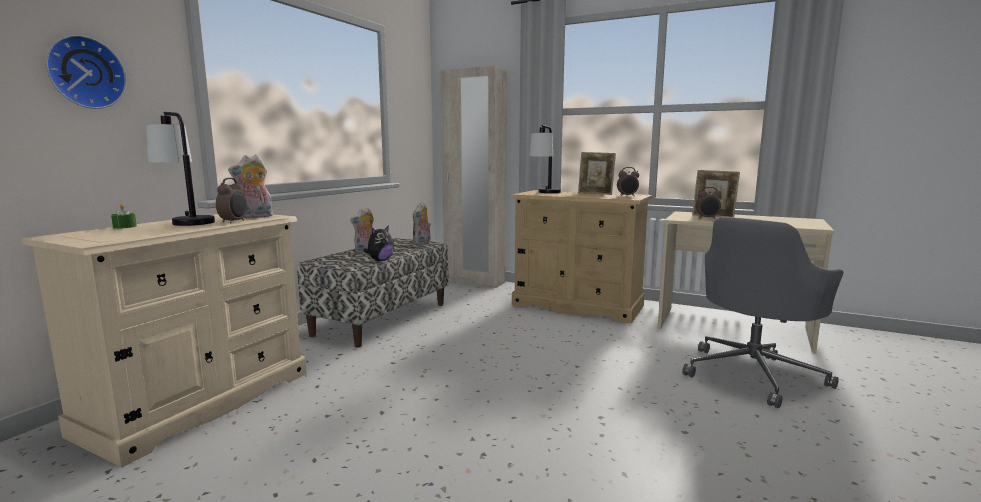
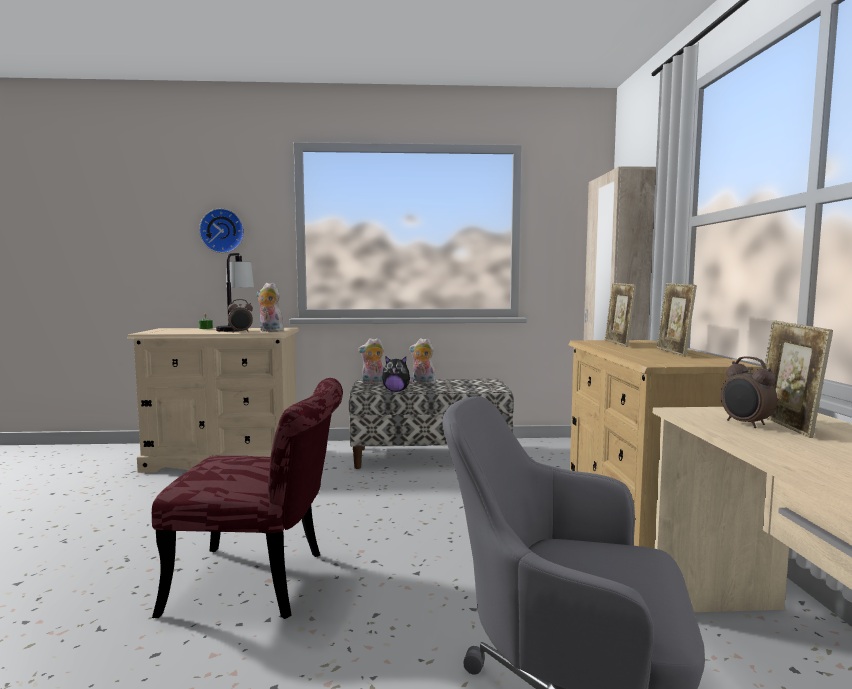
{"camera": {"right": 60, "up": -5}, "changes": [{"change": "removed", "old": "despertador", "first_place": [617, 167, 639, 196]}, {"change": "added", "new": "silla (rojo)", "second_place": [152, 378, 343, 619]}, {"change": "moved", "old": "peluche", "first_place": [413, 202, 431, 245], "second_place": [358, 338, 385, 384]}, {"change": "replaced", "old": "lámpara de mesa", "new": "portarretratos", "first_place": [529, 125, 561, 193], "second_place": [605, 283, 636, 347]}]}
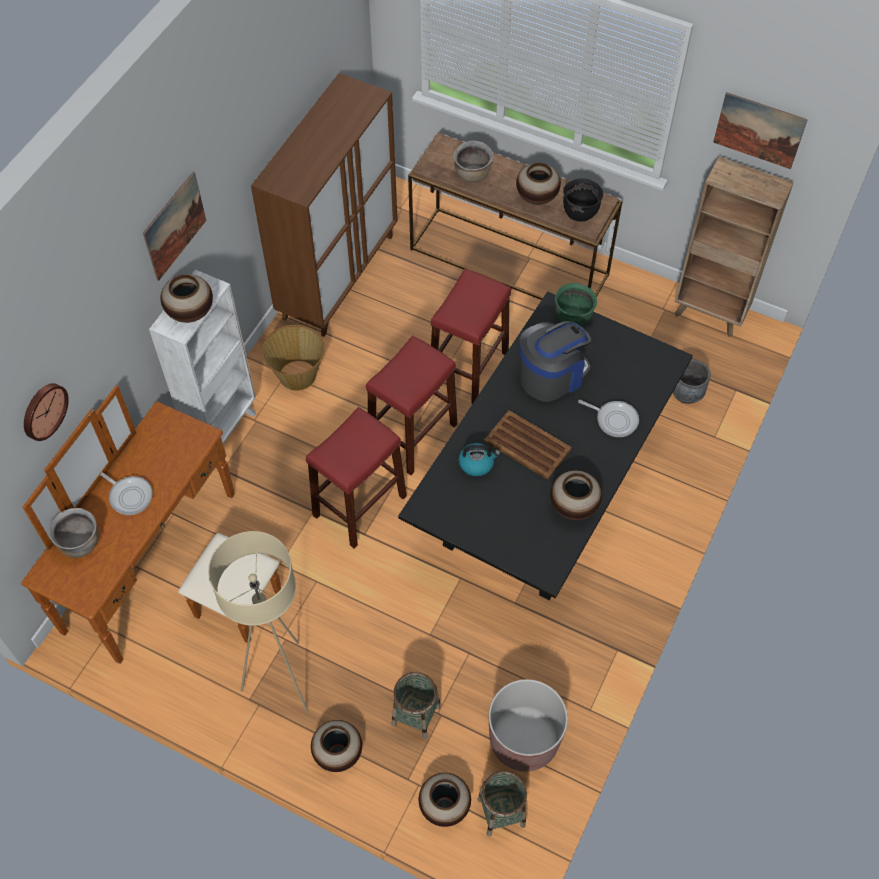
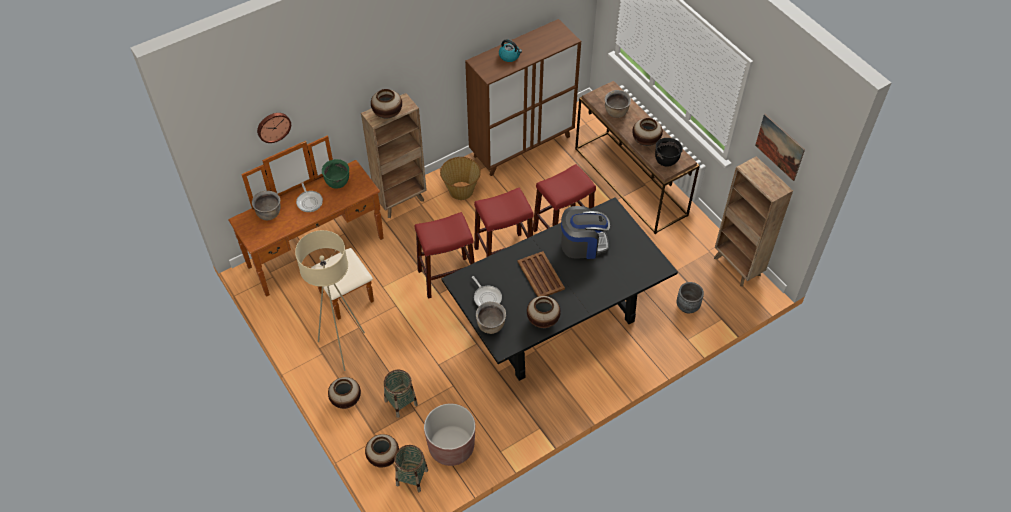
{"camera": {"right": 30, "up": -5}, "changes": [{"change": "removed", "old": "cuadro", "first_place": [143, 172, 206, 281]}, {"change": "added", "new": "olla (marrón)", "second_place": [476, 302, 506, 334]}, {"change": "moved", "old": "hervidor", "first_place": [459, 443, 500, 476], "second_place": [499, 39, 522, 62]}, {"change": "moved", "old": "olla (verde)", "first_place": [555, 283, 597, 326], "second_place": [322, 159, 349, 189]}, {"change": "moved", "old": "sartén", "first_place": [578, 400, 639, 437], "second_place": [472, 276, 502, 307]}, {"change": "recoloured", "old": "estantería (blanco)", "new": "estantería (marrón)", "first_place": [149, 270, 256, 444], "second_place": [361, 93, 427, 218]}]}
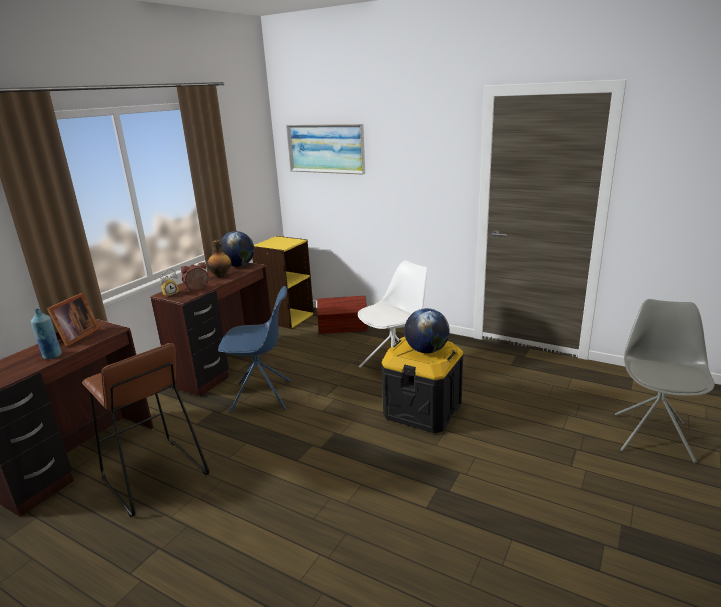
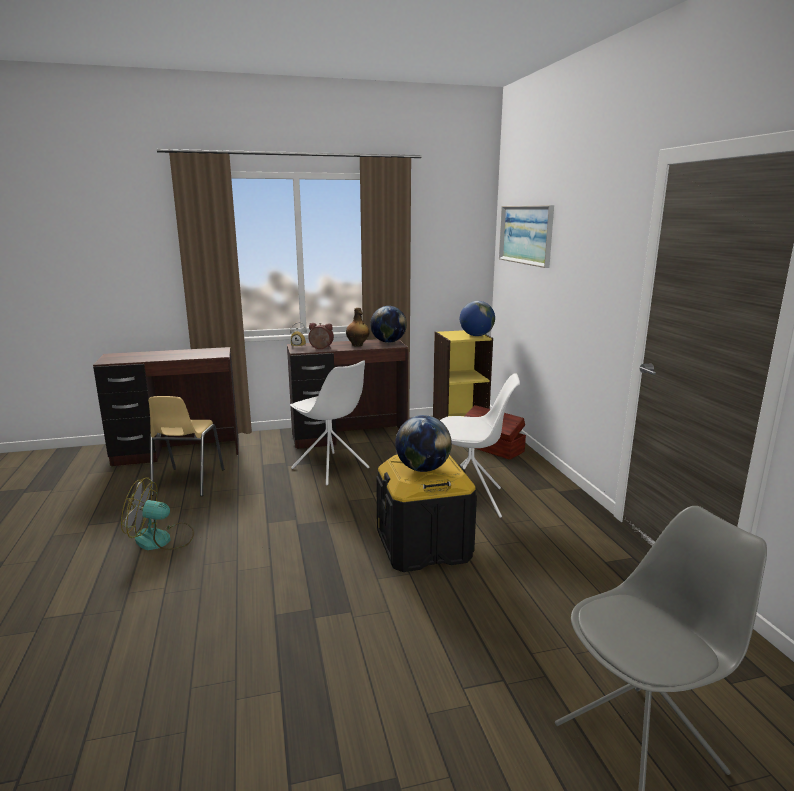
{"camera": {"right": 45, "up": -5}, "changes": [{"change": "removed", "old": "botella (azul)", "first_place": [31, 308, 62, 360]}, {"change": "removed", "old": "portarretratos", "first_place": [47, 293, 100, 346]}, {"change": "added", "new": "ventilador", "second_place": [121, 477, 194, 550]}, {"change": "added", "new": "globo terráqueo", "second_place": [460, 301, 495, 336]}, {"change": "replaced", "old": "taburete (marrón)", "new": "silla (amarillo)", "first_place": [82, 343, 210, 517], "second_place": [148, 396, 224, 496]}, {"change": "recoloured", "old": "silla (azul)", "new": "silla (blanco)", "first_place": [218, 286, 291, 413], "second_place": [290, 360, 369, 485]}]}
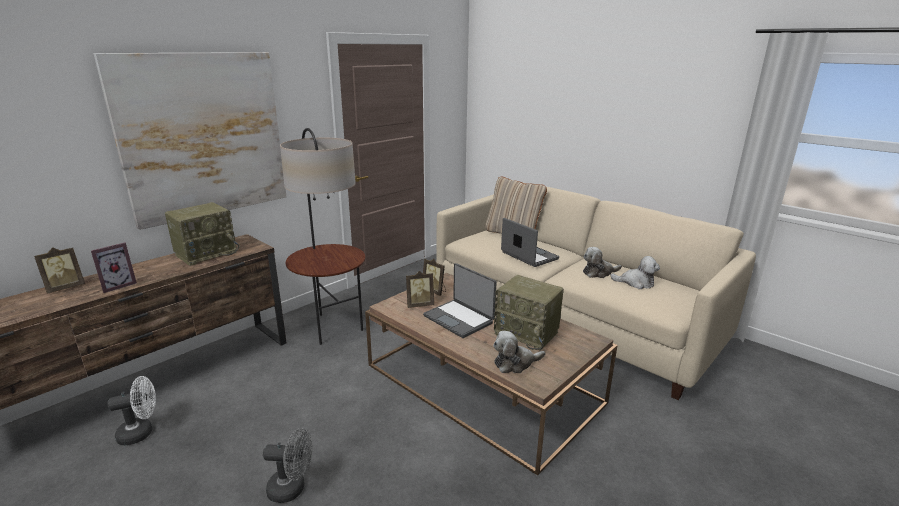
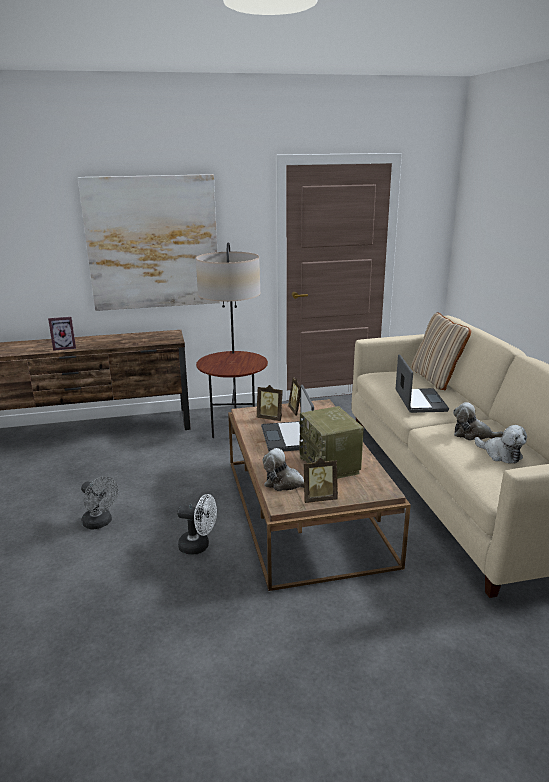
{"camera": {"right": 35, "up": 0}, "changes": [{"change": "removed", "old": "radio", "first_place": [165, 202, 239, 266]}, {"change": "moved", "old": "portarretratos", "first_place": [34, 247, 85, 294], "second_place": [304, 458, 338, 503]}, {"change": "moved", "old": "ventilador (blanco)", "first_place": [107, 376, 156, 445], "second_place": [177, 494, 217, 555]}]}
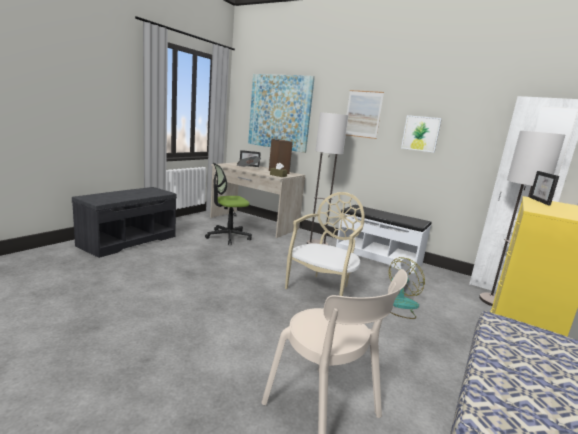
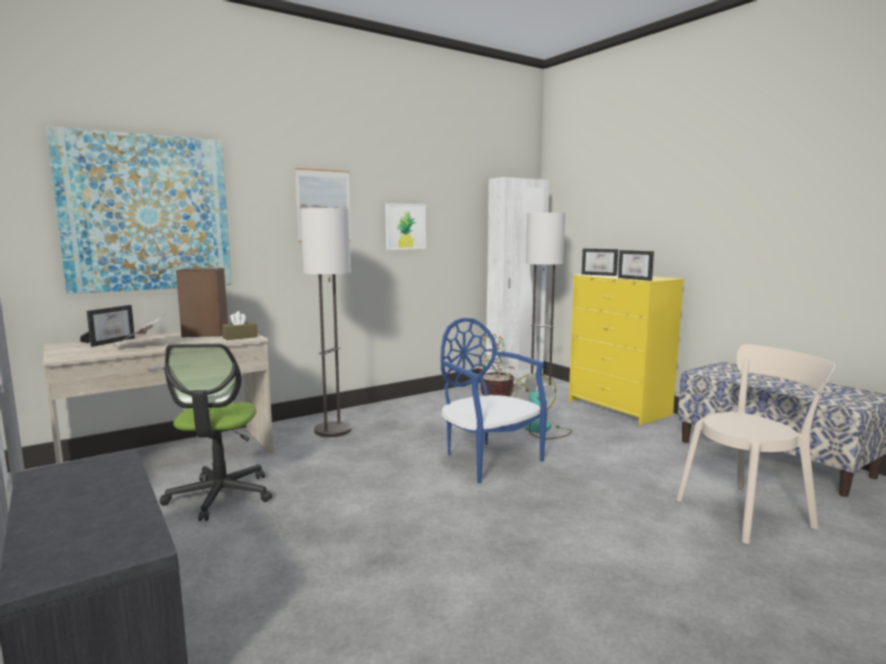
{"camera": {"right": -65, "up": -5}, "changes": [{"change": "removed", "old": "banco (blanco)", "first_place": [336, 205, 432, 274]}, {"change": "added", "new": "planta en maceta", "second_place": [479, 334, 514, 397]}, {"change": "added", "new": "portarretratos", "second_place": [618, 250, 654, 281]}, {"change": "recoloured", "old": "silla (beis)", "new": "silla (azul)", "first_place": [285, 192, 365, 296], "second_place": [441, 318, 547, 483]}]}
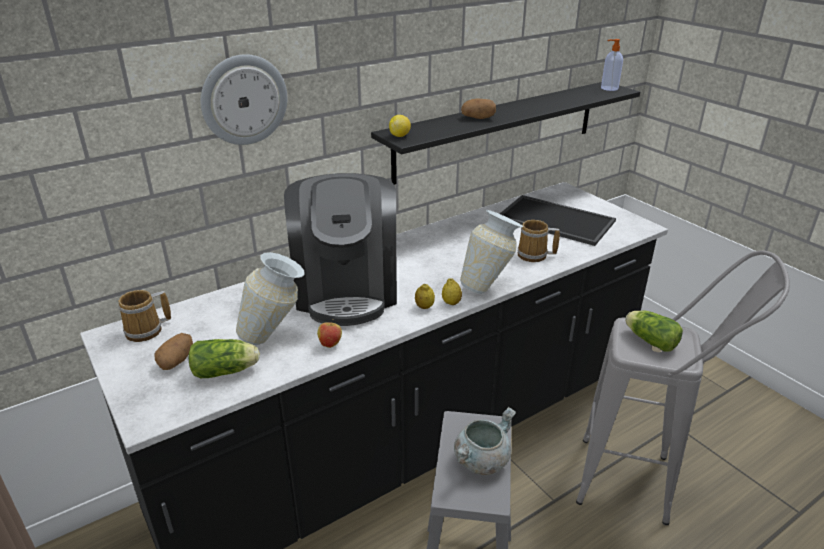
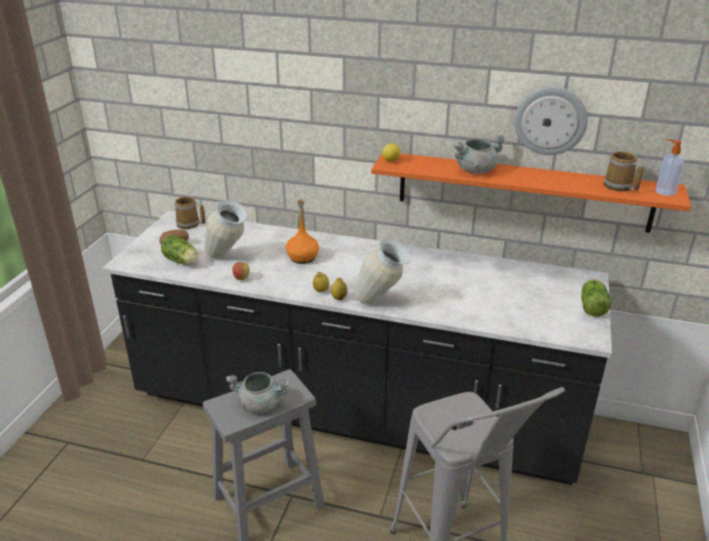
{"camera": {"right": 50, "up": 0}, "changes": [{"change": "removed", "old": "bandeja", "first_place": [500, 195, 616, 246]}, {"change": "moved", "old": "reloj de pared", "first_place": [201, 54, 287, 145], "second_place": [514, 87, 588, 155]}, {"change": "moved", "old": "taza grande", "first_place": [518, 220, 560, 262], "second_place": [604, 151, 643, 191]}, {"change": "moved", "old": "lechuga", "first_place": [625, 310, 683, 351], "second_place": [581, 279, 612, 317]}, {"change": "replaced", "old": "cafetera", "new": "botella (naranja)", "first_place": [284, 173, 397, 326], "second_place": [286, 199, 319, 264]}, {"change": "replaced", "old": "patata", "new": "olla (gris)", "first_place": [461, 98, 496, 119], "second_place": [453, 135, 506, 174]}, {"change": "recoloured", "old": "estante (negro)", "new": "estante (naranja)", "first_place": [371, 82, 640, 185], "second_place": [371, 153, 691, 233]}]}
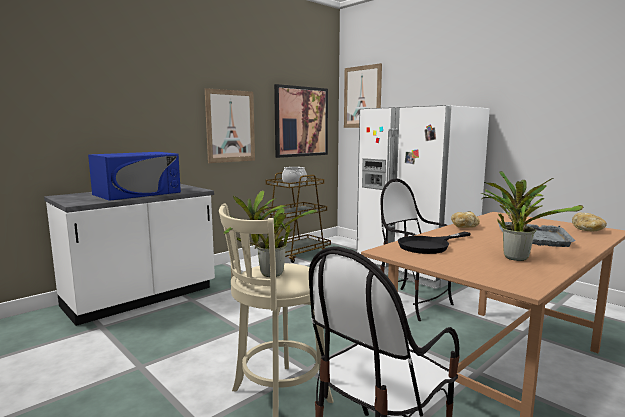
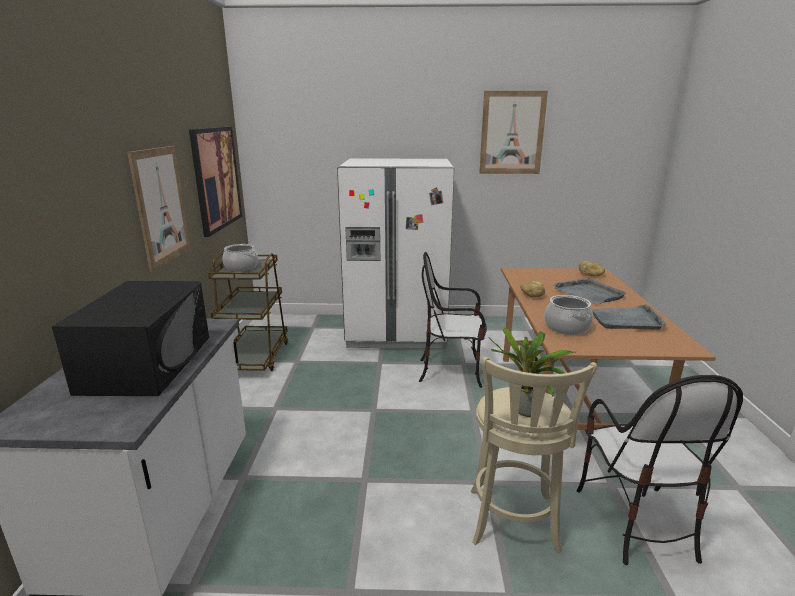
{"camera": {"right": -45, "up": 10}, "changes": [{"change": "moved", "old": "cuadro", "first_place": [344, 63, 382, 128], "second_place": [479, 91, 548, 174]}, {"change": "replaced", "old": "sartén (negro)", "new": "olla", "first_place": [398, 232, 471, 254], "second_place": [544, 295, 593, 335]}, {"change": "replaced", "old": "planta en maceta", "new": "bandeja (gris)", "first_place": [481, 171, 583, 261], "second_place": [591, 304, 667, 330]}, {"change": "recoloured", "old": "microondas (azul)", "new": "microondas (negro)", "first_place": [88, 152, 181, 201], "second_place": [52, 281, 209, 396]}]}
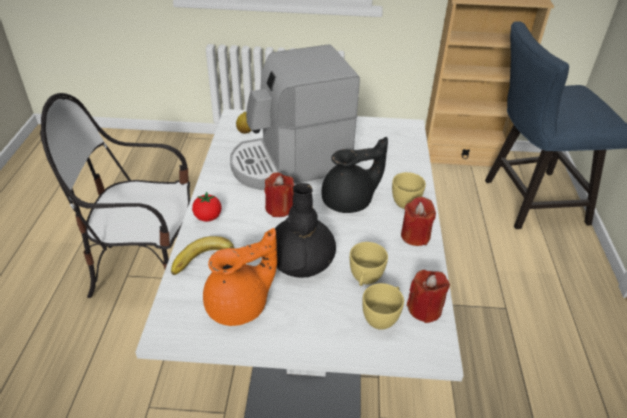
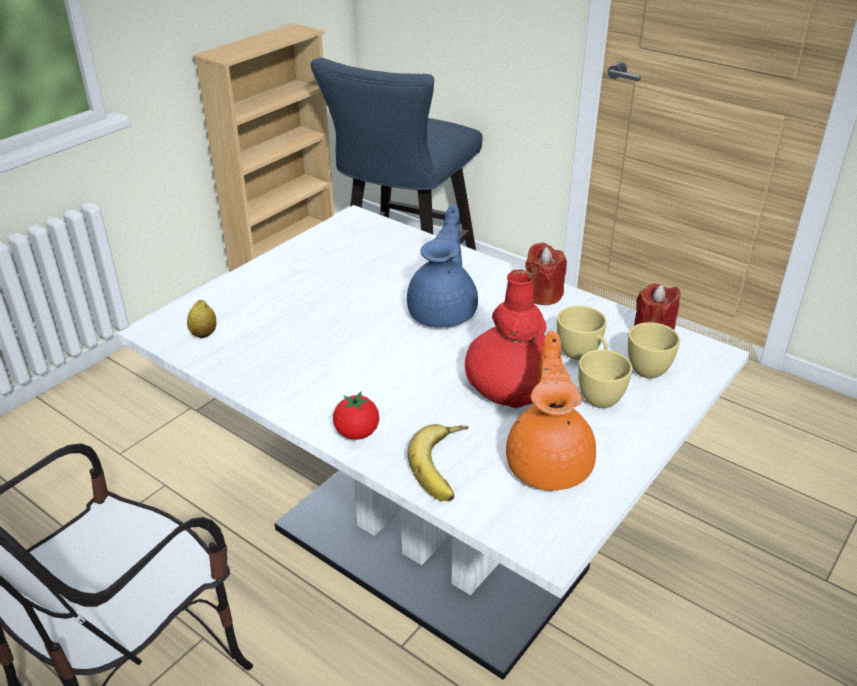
{"camera": {"right": -55, "up": -5}, "changes": [{"change": "removed", "old": "cafetera", "first_place": [230, 44, 360, 190]}, {"change": "removed", "old": "vela (rojo)", "first_place": [264, 172, 295, 217]}, {"change": "moved", "old": "taza (amarillo)", "first_place": [392, 172, 426, 209], "second_place": [578, 350, 632, 408]}, {"change": "recoloured", "old": "florero (negro)", "new": "florero (rojo)", "first_place": [275, 183, 336, 278], "second_place": [465, 269, 546, 408]}, {"change": "recoloured", "old": "tetera (negro)", "new": "tetera (azul)", "first_place": [322, 137, 388, 213], "second_place": [407, 204, 478, 327]}]}
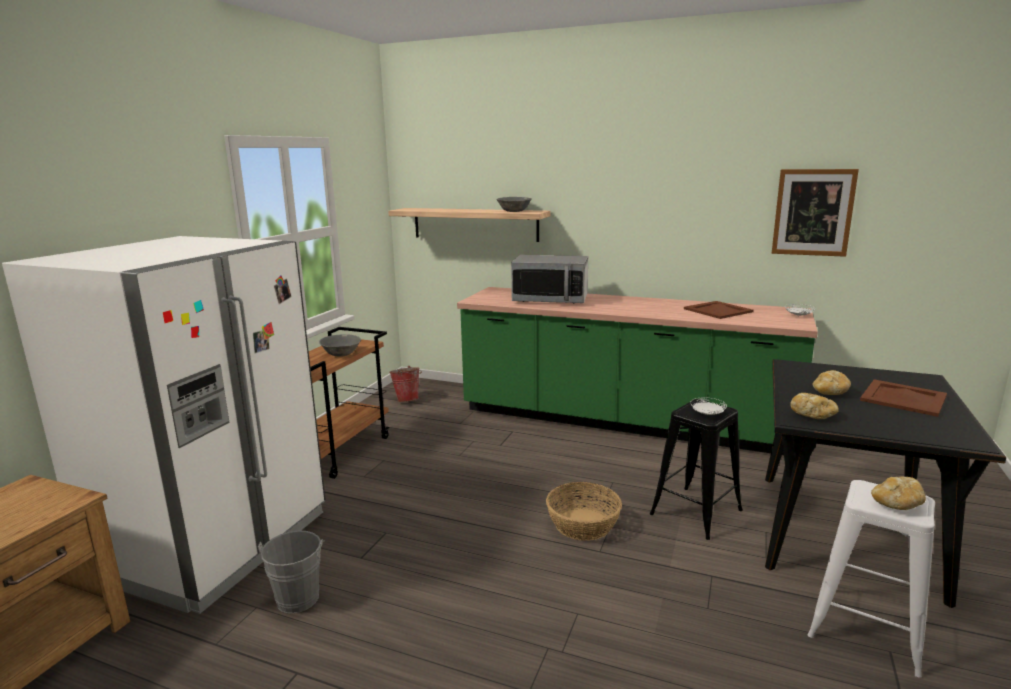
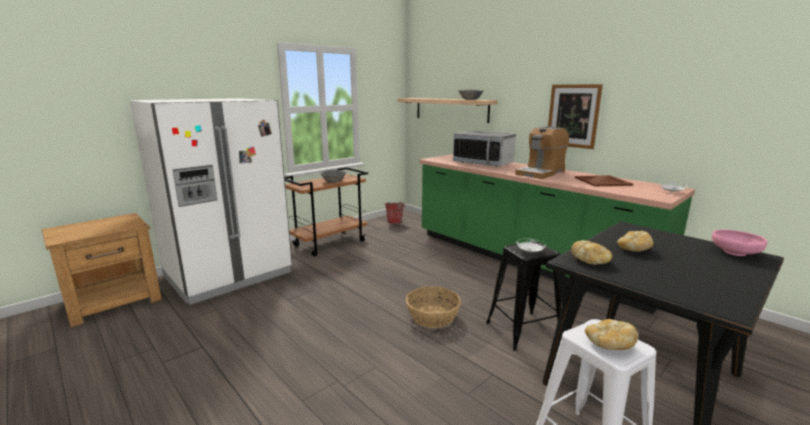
{"camera": {"right": 25, "up": 0}, "changes": [{"change": "removed", "old": "cubo (gris)", "first_place": [258, 531, 325, 613]}, {"change": "removed", "old": "bandeja (marrón)", "first_place": [860, 379, 947, 417]}, {"change": "added", "new": "cafetera", "second_place": [515, 126, 569, 179]}, {"change": "added", "new": "cuenco (rosa)", "second_place": [712, 230, 767, 256]}, {"change": "moved", "old": "cuadro", "first_place": [772, 169, 859, 257], "second_place": [548, 84, 603, 149]}]}
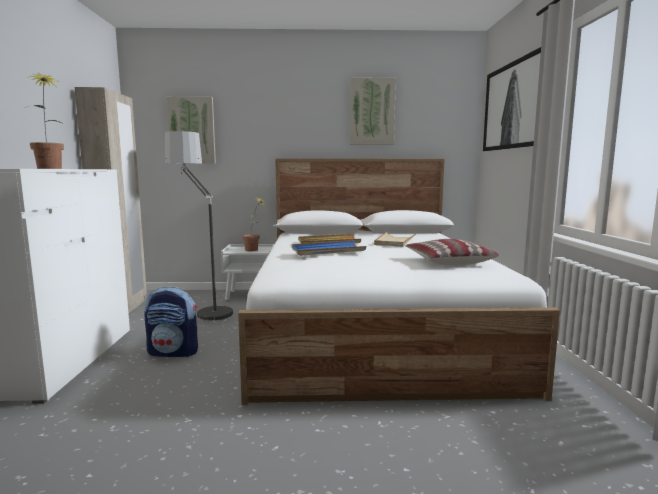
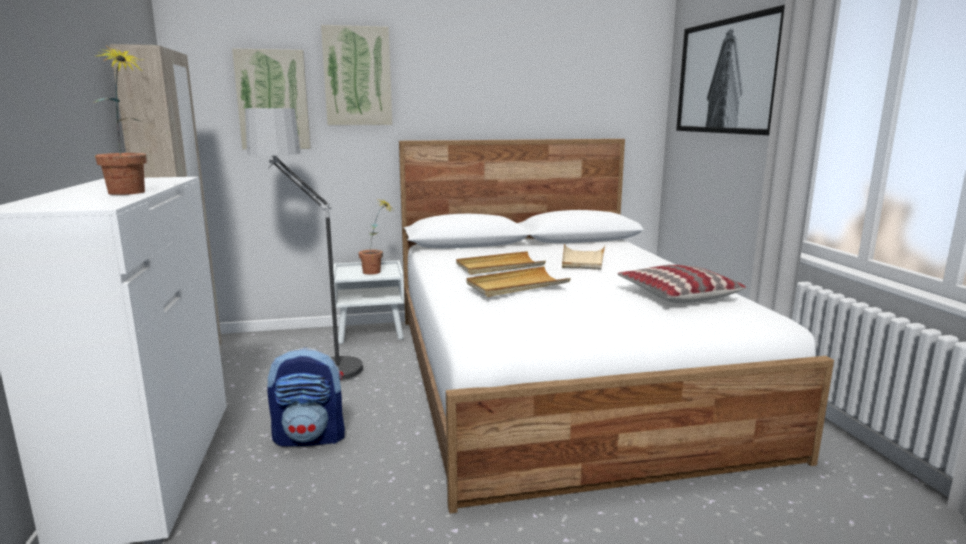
{"camera": {"right": -10, "up": 5}, "changes": [{"change": "moved", "old": "cuadro", "first_place": [350, 77, 396, 145], "second_place": [321, 25, 392, 125]}, {"change": "recoloured", "old": "bandeja (azul)", "new": "bandeja (beis)", "first_place": [292, 240, 366, 256], "second_place": [467, 266, 571, 297]}]}
